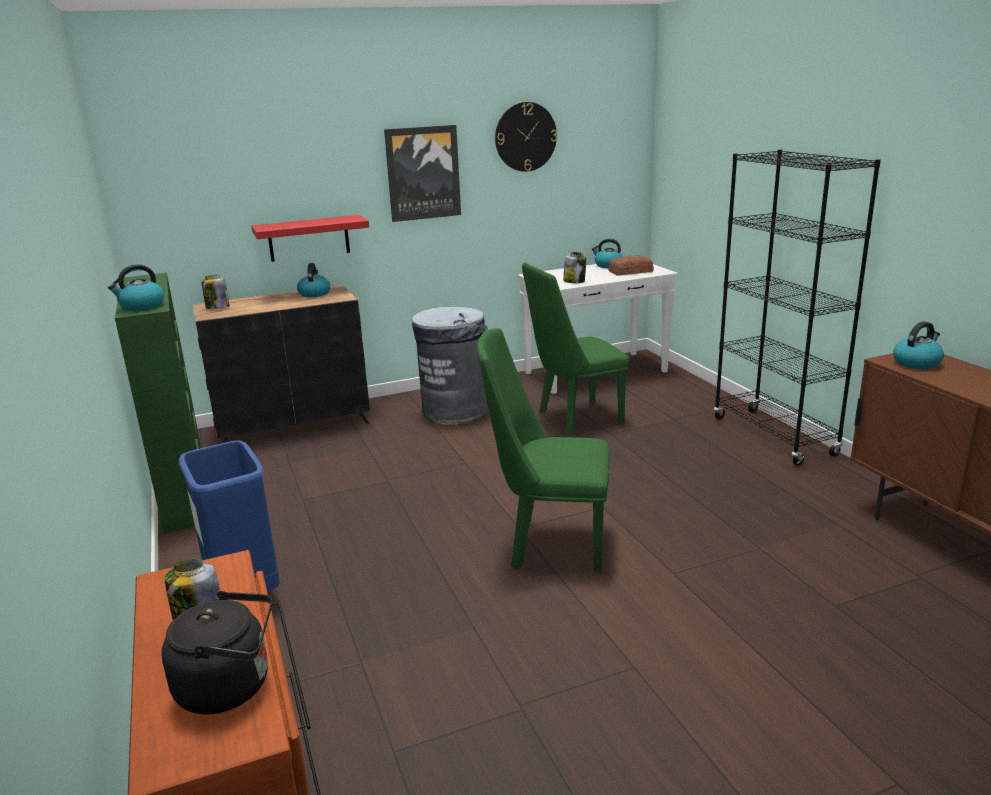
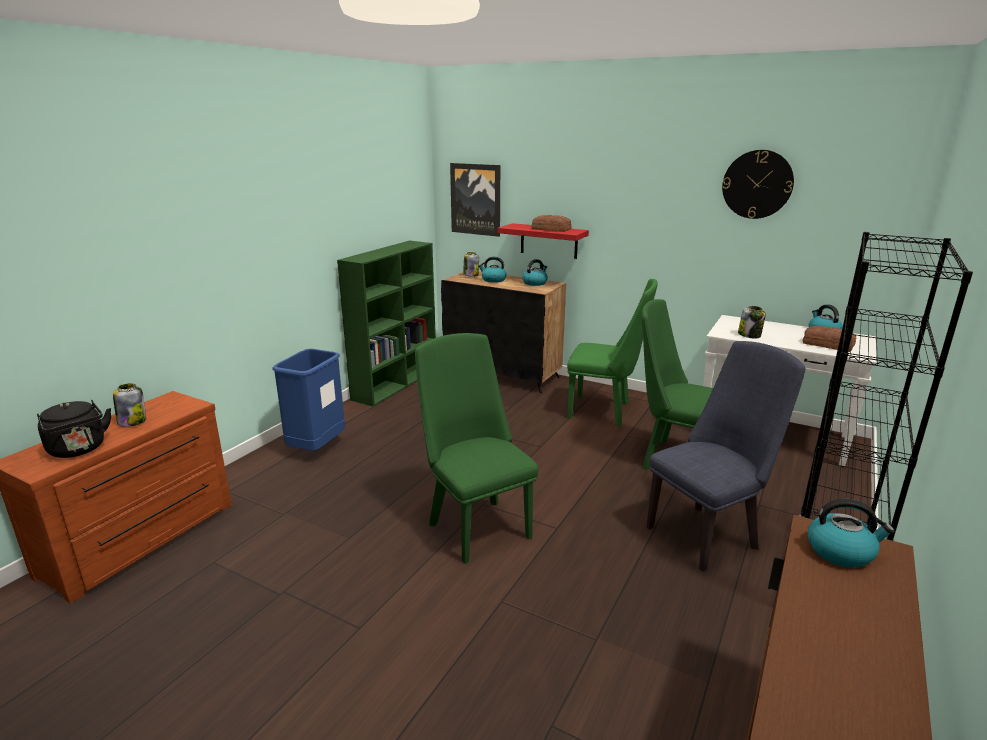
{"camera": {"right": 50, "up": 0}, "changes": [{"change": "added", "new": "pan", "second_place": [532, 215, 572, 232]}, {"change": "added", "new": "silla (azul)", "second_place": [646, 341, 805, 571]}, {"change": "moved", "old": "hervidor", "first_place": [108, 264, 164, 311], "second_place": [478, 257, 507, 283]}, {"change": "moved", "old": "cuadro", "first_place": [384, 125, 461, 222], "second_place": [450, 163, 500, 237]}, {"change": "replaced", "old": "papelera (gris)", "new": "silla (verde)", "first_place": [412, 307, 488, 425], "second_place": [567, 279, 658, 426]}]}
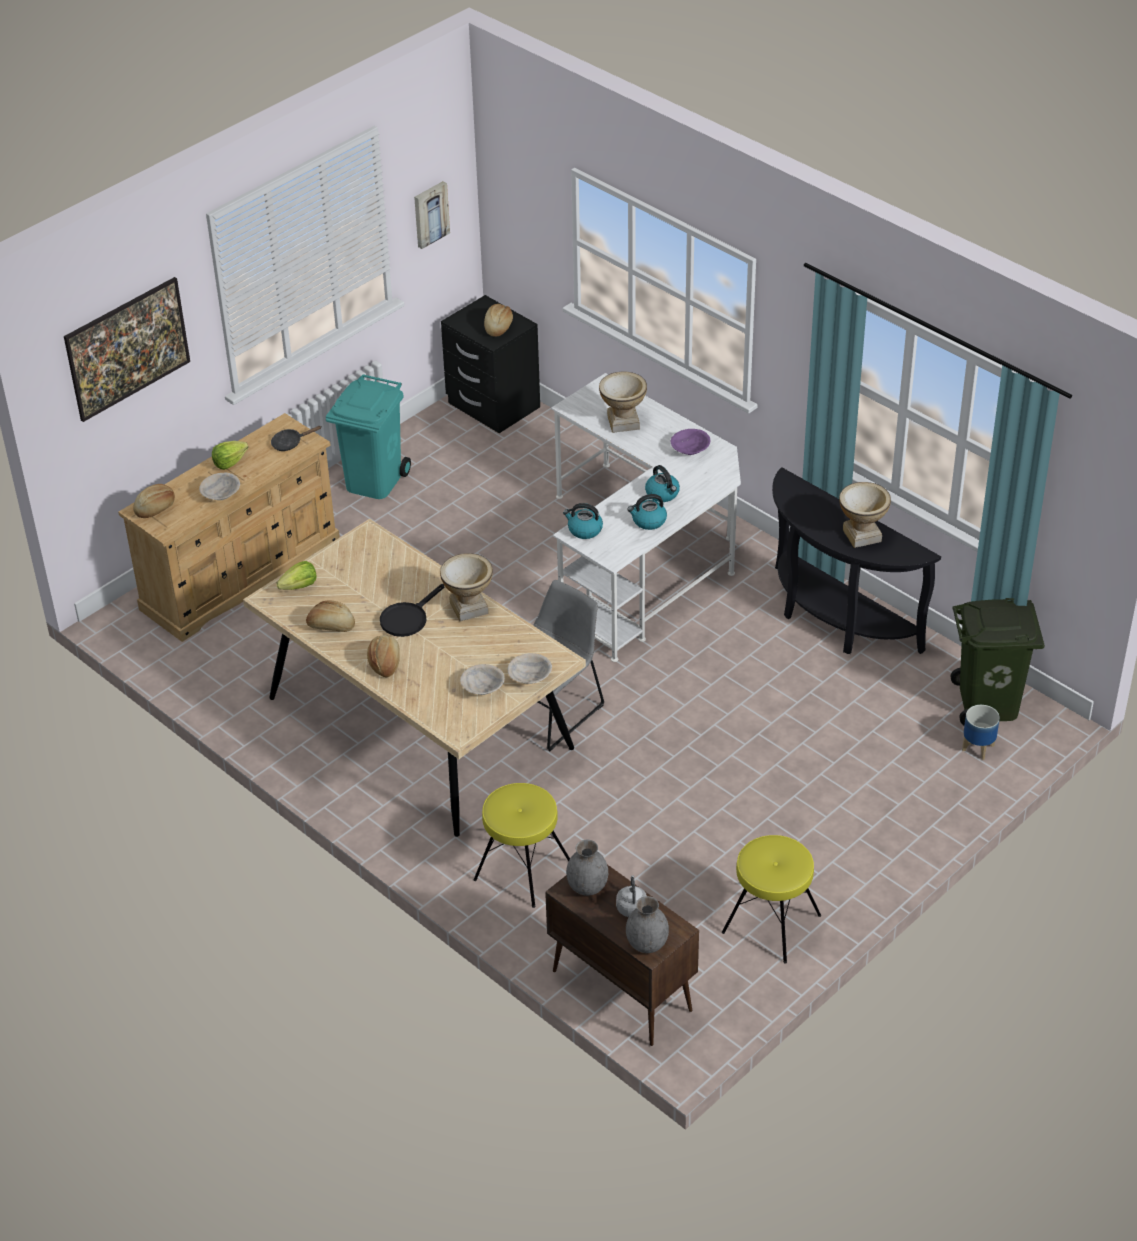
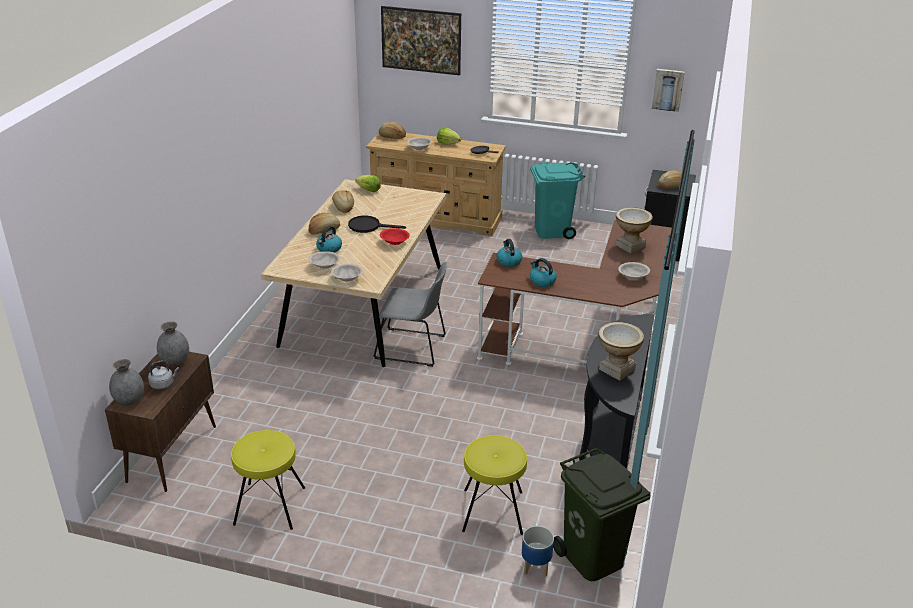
{"camera": {"right": 60, "up": -10}, "changes": [{"change": "moved", "old": "taburete (amarillo)", "first_place": [474, 783, 570, 908], "second_place": [462, 435, 527, 535]}, {"change": "moved", "old": "hervidor", "first_place": [645, 465, 680, 502], "second_place": [316, 226, 342, 253]}, {"change": "replaced", "old": "florero", "new": "cuenco (rojo)", "first_place": [440, 553, 493, 622], "second_place": [380, 228, 410, 245]}, {"change": "recoloured", "old": "escritorio (blanco)", "new": "escritorio (marrón)", "first_place": [551, 373, 741, 662], "second_place": [477, 220, 672, 371]}, {"change": "recoloured", "old": "cuenco (morado)", "new": "cuenco (beis)", "first_place": [671, 429, 710, 455], "second_place": [618, 262, 650, 280]}]}
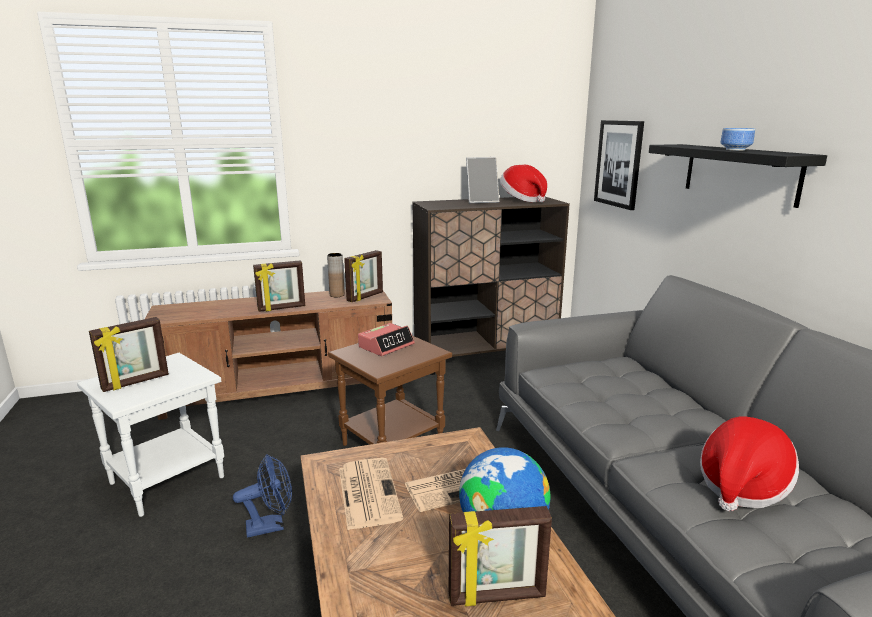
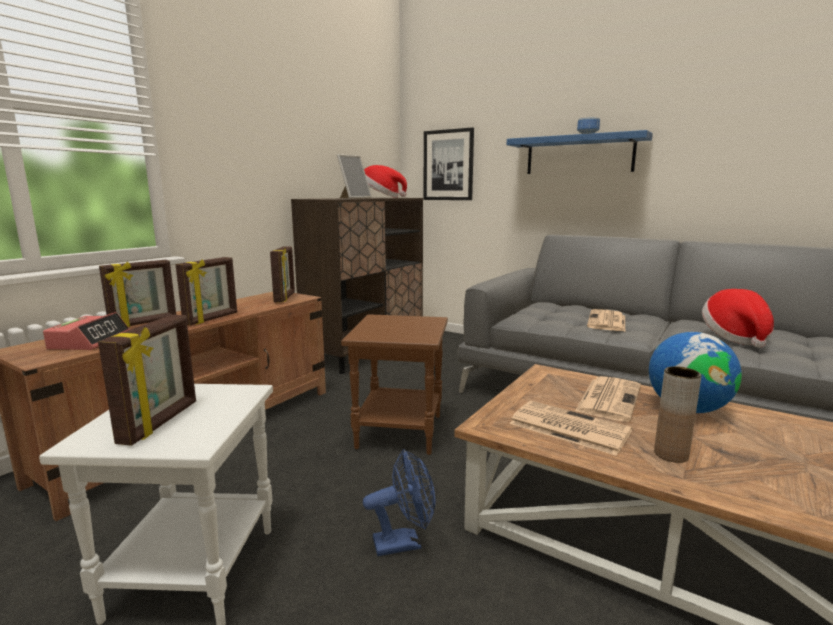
{"camera": {"right": -40, "up": -5}, "changes": [{"change": "added", "new": "periódico", "second_place": [587, 309, 625, 331]}, {"change": "moved", "old": "florero (marrón)", "first_place": [327, 253, 345, 297], "second_place": [654, 366, 701, 463]}, {"change": "moved", "old": "despertador", "first_place": [358, 323, 415, 356], "second_place": [43, 312, 130, 350]}, {"change": "moved", "old": "portarretratos", "first_place": [449, 506, 552, 606], "second_place": [99, 260, 176, 327]}, {"change": "recoloured", "old": "estante (negro)", "new": "estante (azul)", "first_place": [649, 144, 827, 208], "second_place": [507, 130, 653, 174]}, {"change": "turned", "old": "ventilador (azul)", "first_place": [233, 454, 292, 538], "second_place": [363, 449, 435, 556], "degrees": 45}]}
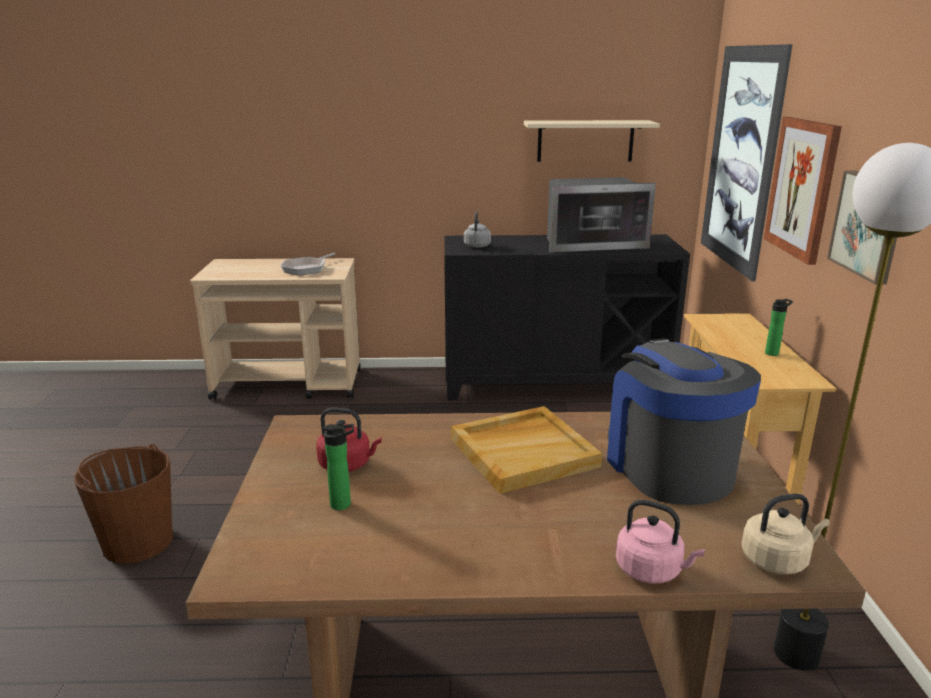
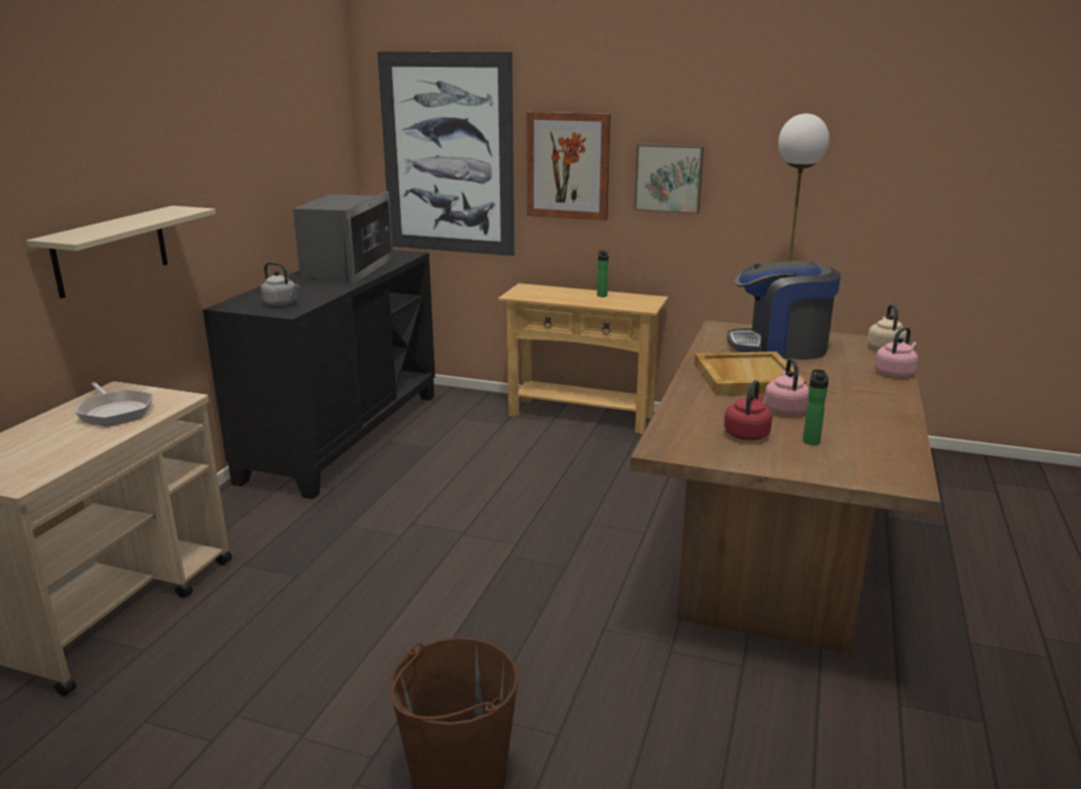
{"camera": {"right": -70, "up": 0}, "changes": [{"change": "added", "new": "hervidor (rosa)", "second_place": [764, 358, 809, 415]}, {"change": "moved", "old": "estante (beis)", "first_place": [524, 120, 660, 162], "second_place": [26, 206, 216, 298]}]}
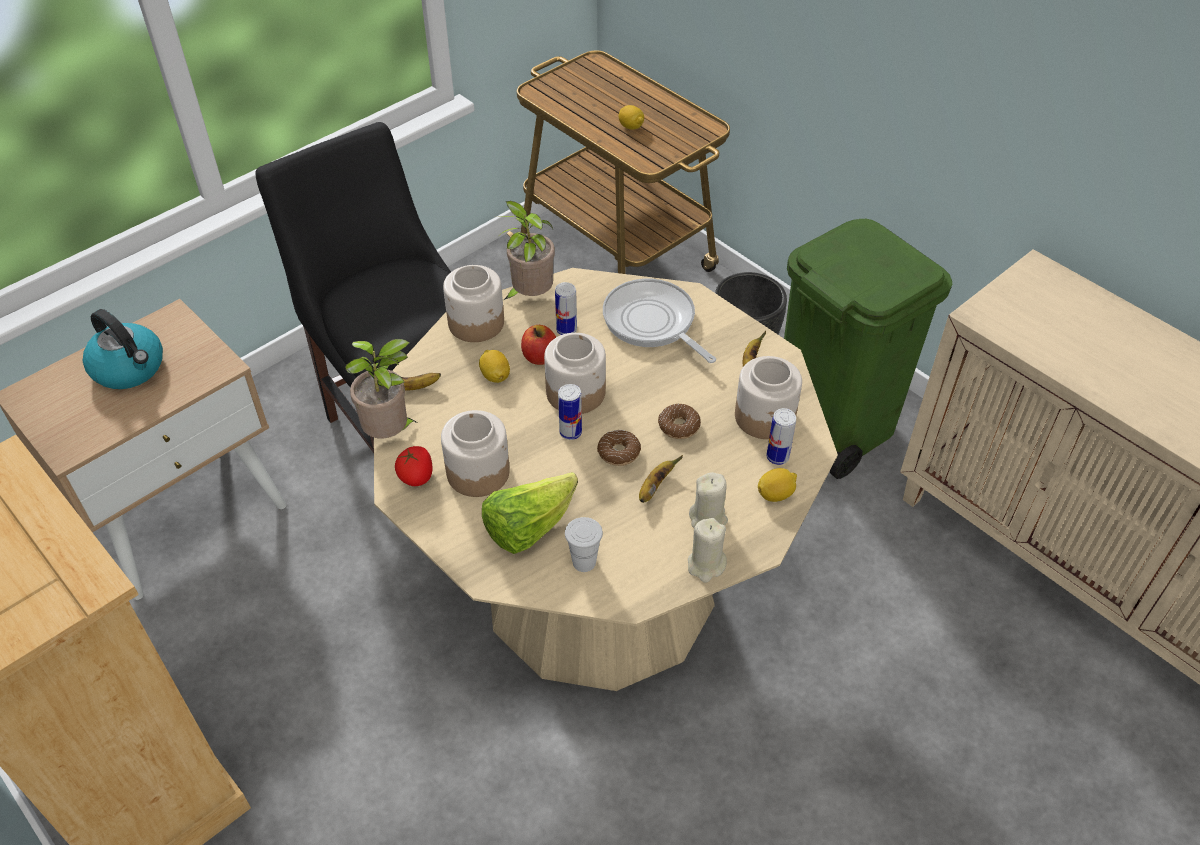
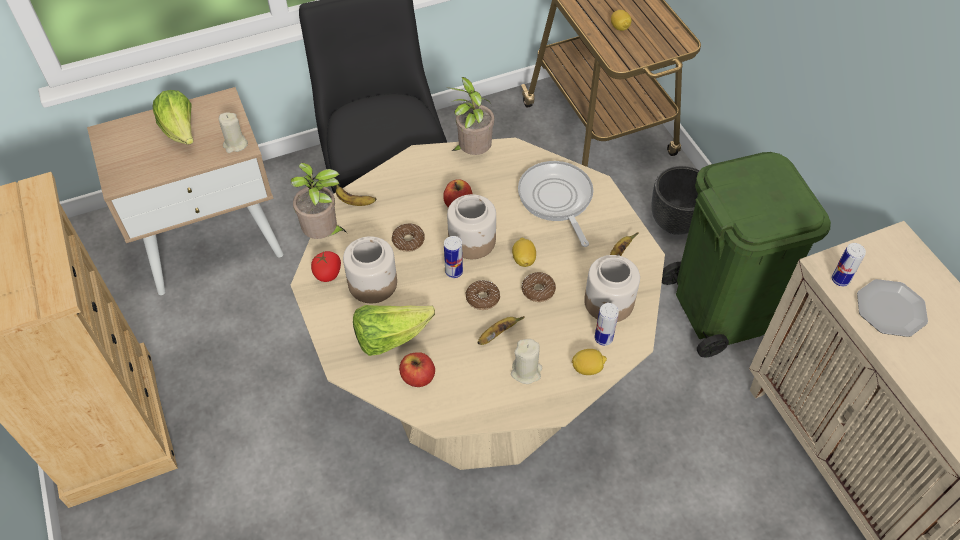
{"camera": {"right": 20, "up": 5}, "changes": [{"change": "removed", "old": "tarro", "first_place": [443, 265, 504, 342]}, {"change": "added", "new": "rosquilla", "second_place": [392, 223, 425, 252]}, {"change": "added", "new": "plato", "second_place": [857, 279, 928, 337]}, {"change": "moved", "old": "limón", "first_place": [479, 350, 510, 383], "second_place": [512, 238, 536, 267]}, {"change": "moved", "old": "lata", "first_place": [555, 282, 577, 335], "second_place": [832, 243, 866, 286]}, {"change": "moved", "old": "vela (beis)", "first_place": [688, 518, 727, 583], "second_place": [219, 113, 248, 153]}, {"change": "replaced", "old": "hervidor", "new": "lechuga", "first_place": [83, 309, 163, 389], "second_place": [152, 90, 193, 145]}, {"change": "replaced", "old": "taza (blanco)", "new": "manzana", "first_place": [565, 517, 603, 572], "second_place": [399, 352, 435, 387]}]}
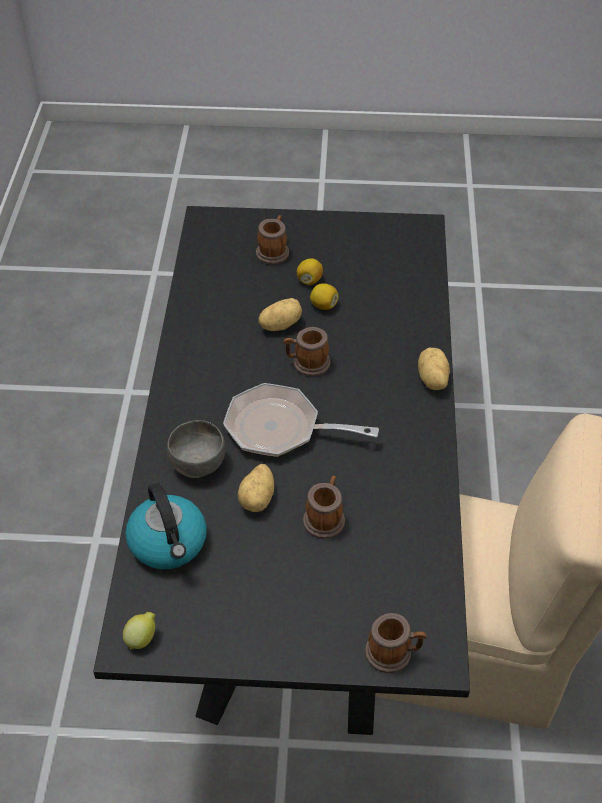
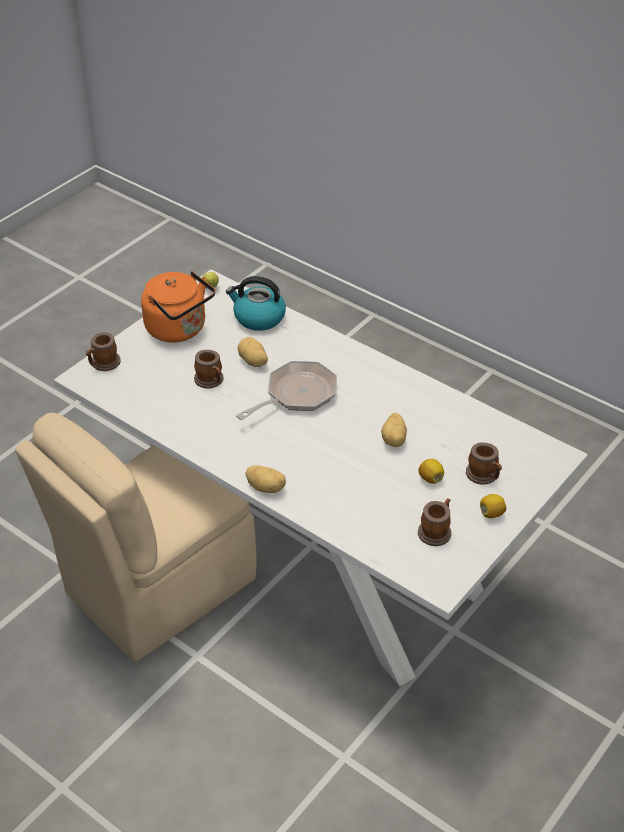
{"camera": {"right": 125, "up": -5}, "changes": [{"change": "removed", "old": "cuenco (gris)", "first_place": [167, 420, 226, 478]}, {"change": "added", "new": "hervidor (naranja)", "second_place": [141, 271, 215, 343]}, {"change": "moved", "old": "taza grande", "first_place": [284, 327, 330, 376], "second_place": [418, 498, 451, 546]}, {"change": "moved", "old": "limón", "first_place": [310, 283, 339, 310], "second_place": [480, 494, 506, 518]}, {"change": "recoloured", "old": "mesa de comedor (negro)", "new": "mesa de comedor (blanco)", "first_place": [93, 206, 470, 735], "second_place": [54, 270, 588, 686]}]}
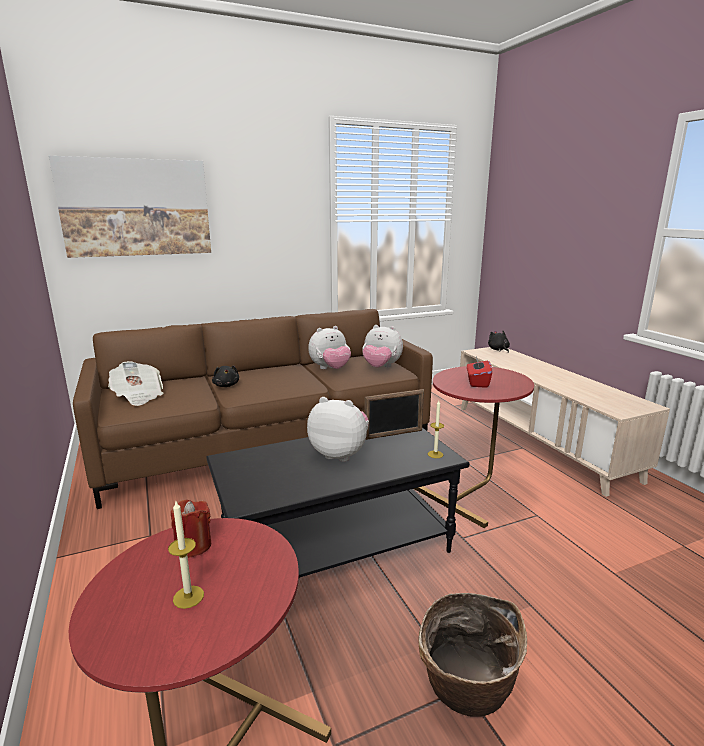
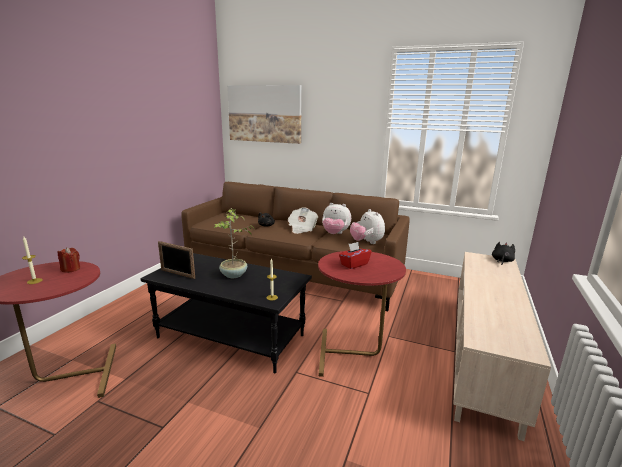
{"camera": {"right": 45, "up": 0}, "changes": [{"change": "removed", "old": "cesta", "first_place": [418, 593, 527, 717]}, {"change": "moved", "old": "periódico", "first_place": [108, 361, 163, 406], "second_place": [288, 207, 318, 234]}, {"change": "moved", "old": "portarretratos", "first_place": [364, 389, 424, 440], "second_place": [158, 241, 195, 279]}, {"change": "replaced", "old": "peluche", "new": "planta en maceta", "first_place": [307, 397, 369, 462], "second_place": [214, 208, 254, 278]}]}
